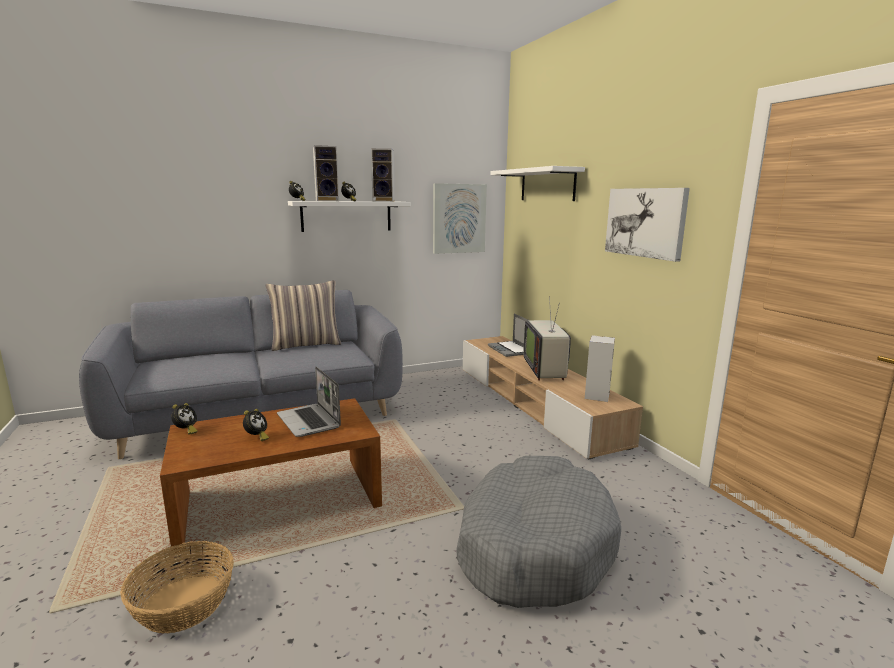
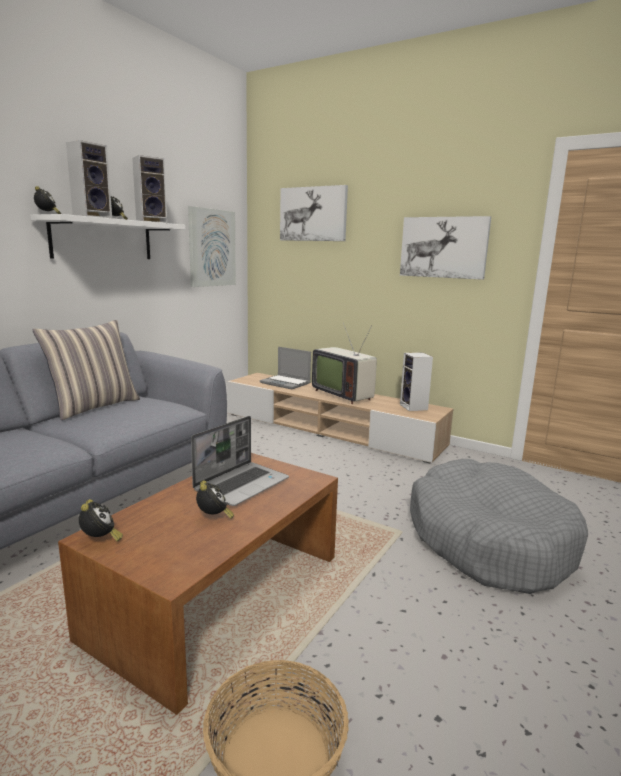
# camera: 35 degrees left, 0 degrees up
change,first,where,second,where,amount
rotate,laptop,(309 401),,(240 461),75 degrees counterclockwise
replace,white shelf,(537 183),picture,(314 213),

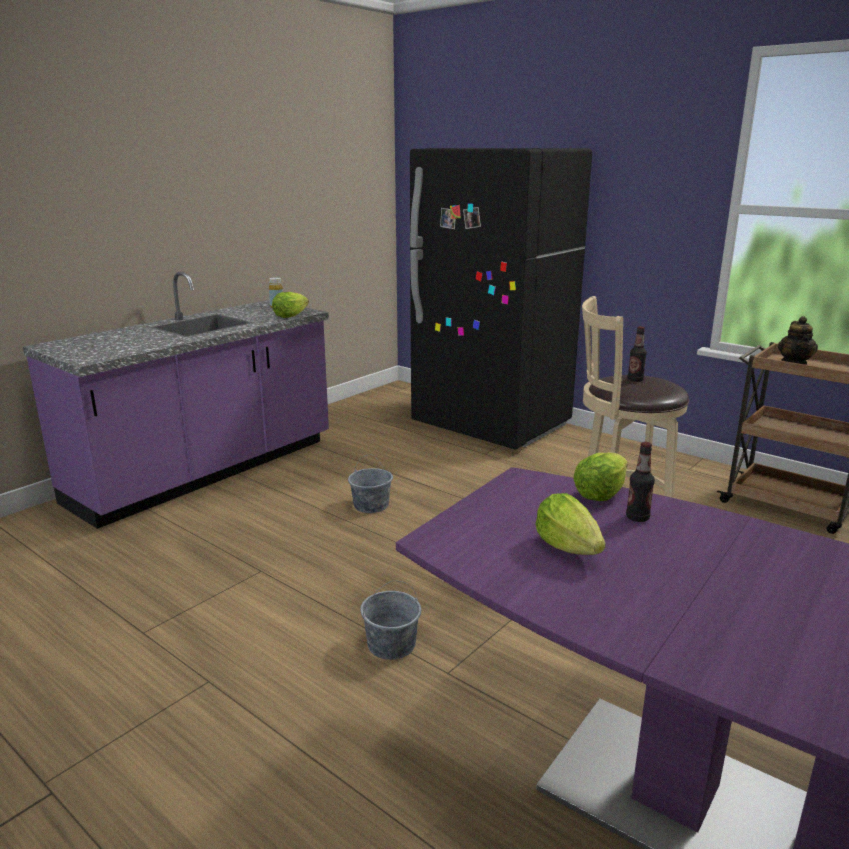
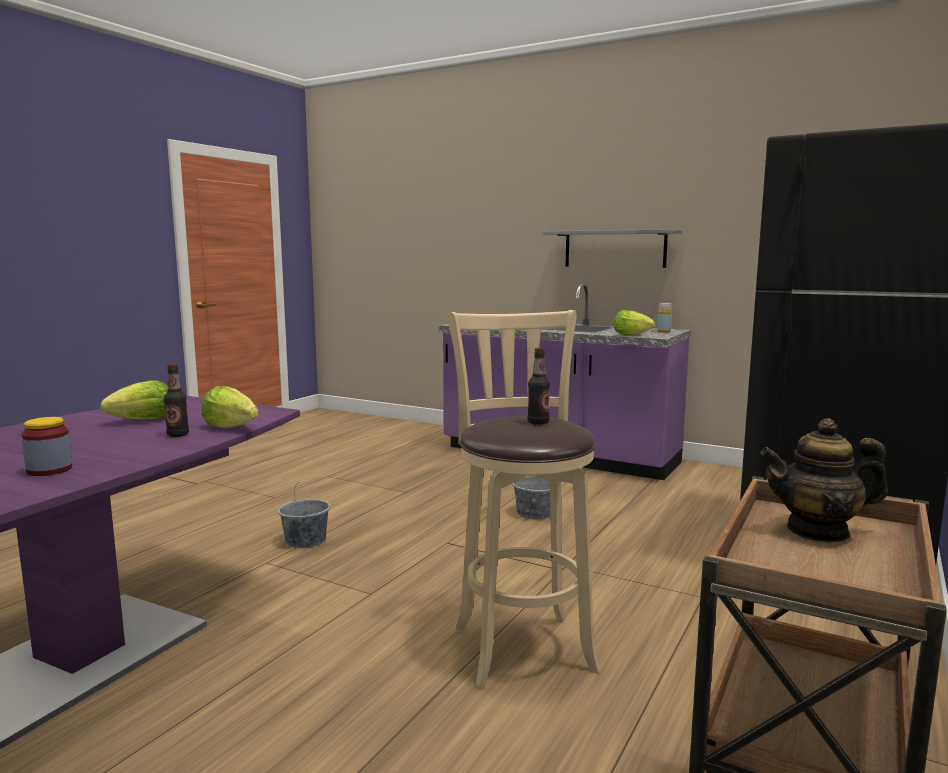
# camera: 80 degrees right, 10 degrees down
change,first,where,second,where,amount
insert,,,jar,(46 446),
insert,,,grey shelf,(612 248),

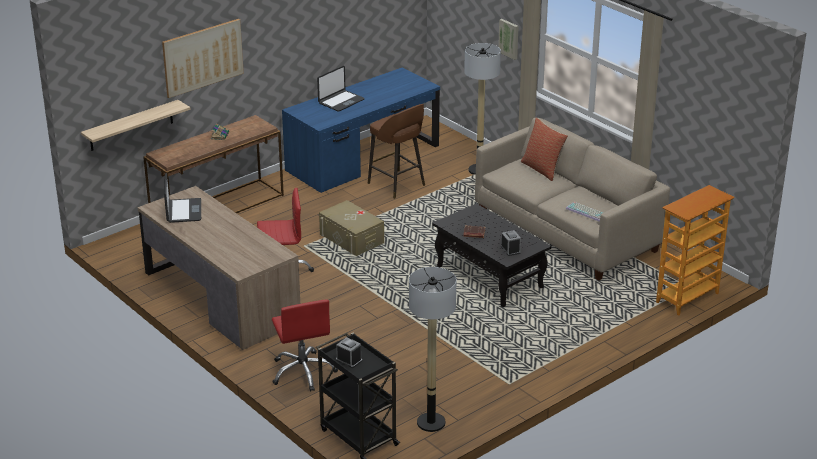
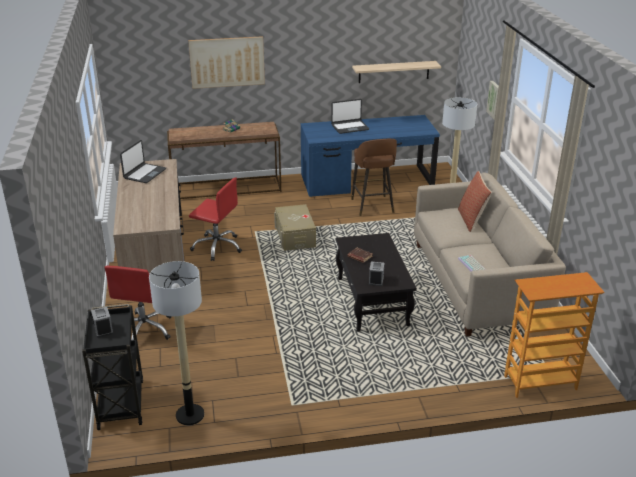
# camera: 30 degrees right, 0 degrees up
change,first,where,second,where,amount
move,shelf,(136 125),,(396 72),

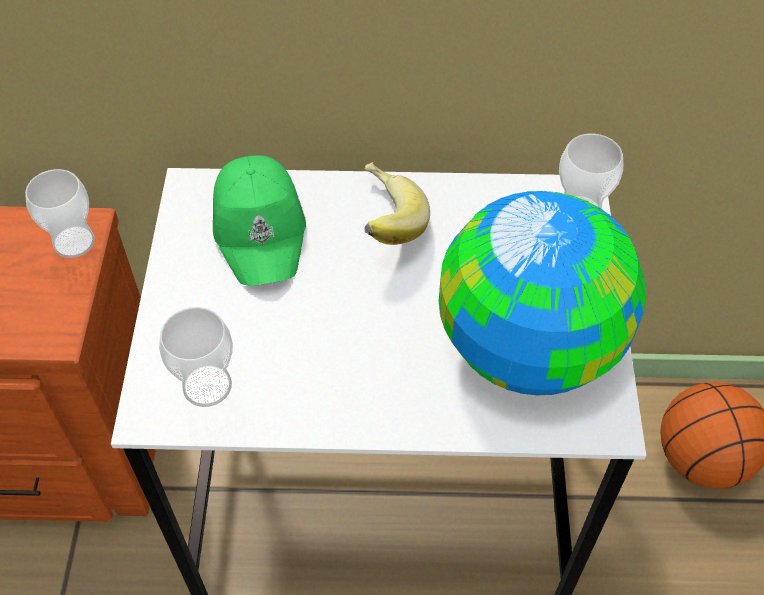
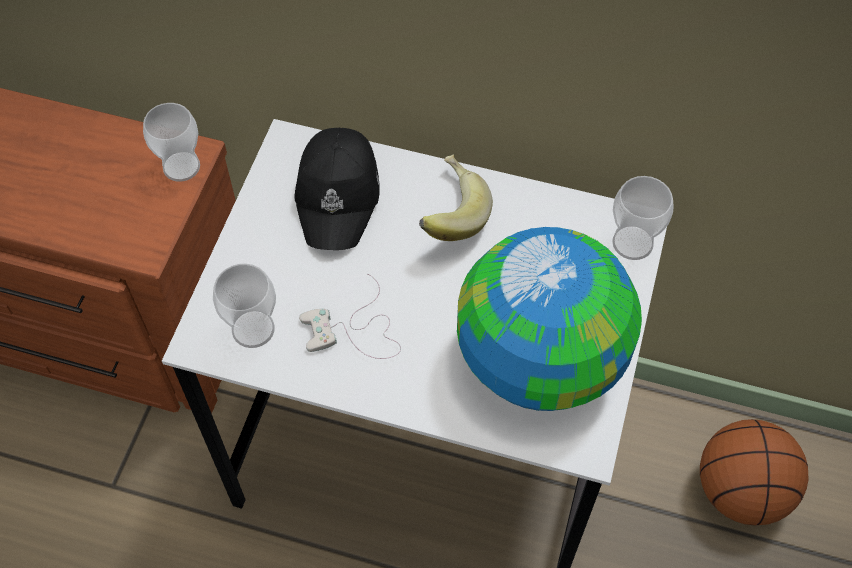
# camera: 15 degrees right, 5 degrees up
change,first,where,second,where,amount
recolor,green cap,(259 220),black cap,(337 189),
insert,,,white game controller,(350 316),

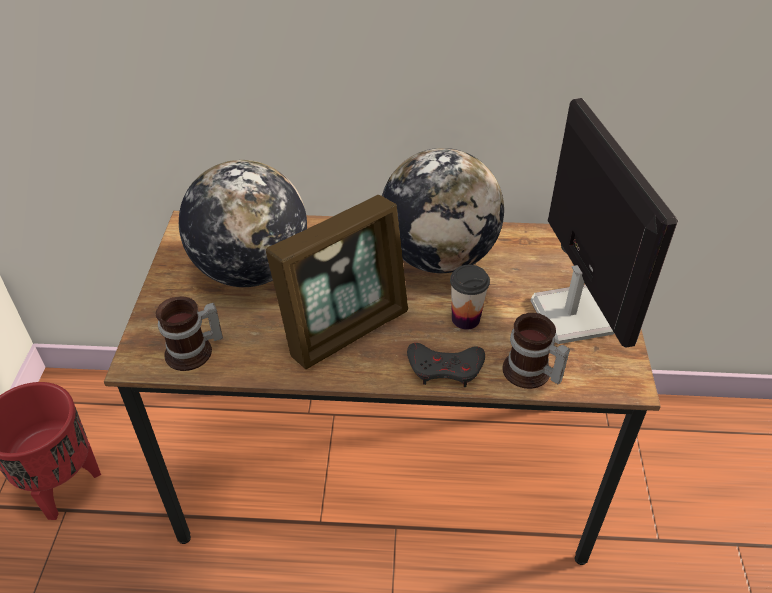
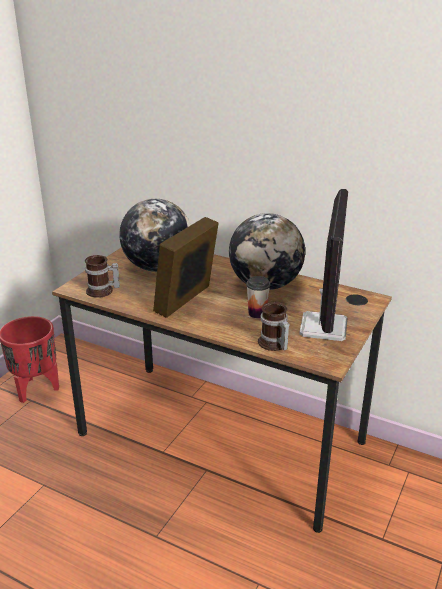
# camera: 25 degrees right, 15 degrees down
change,first,where,second,where,amount
rotate,picture frame,(337 282),,(186 267),135 degrees clockwise
delete,grey game controller,(446 365),,,

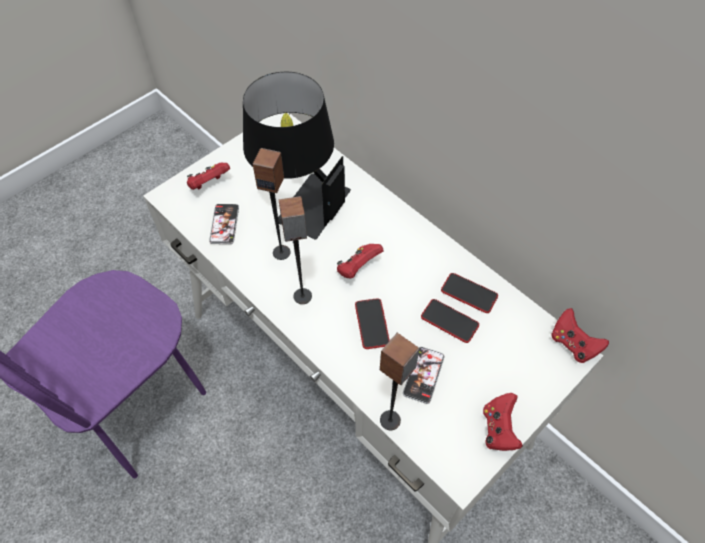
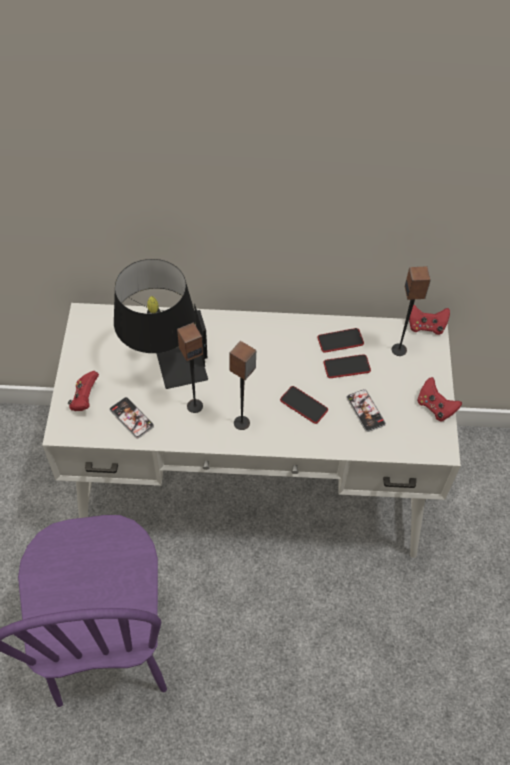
# camera: 45 degrees left, 0 degrees up
change,first,where,second,where,amount
move,speaker,(400 381),,(411 311),
delete,red game controller,(360 261),,,

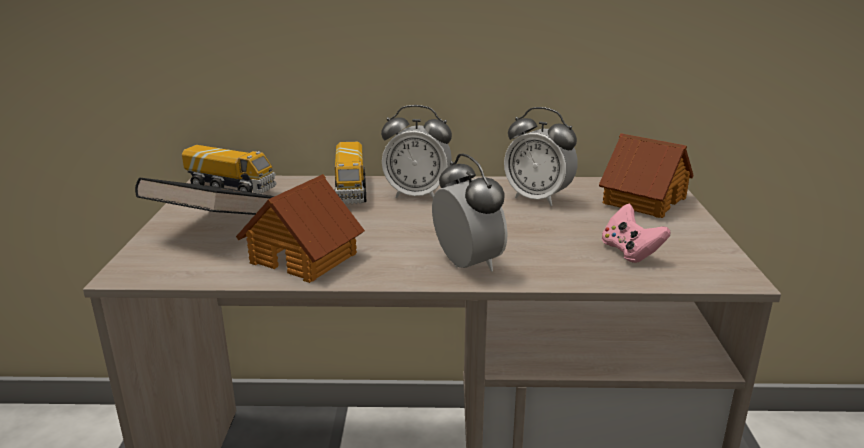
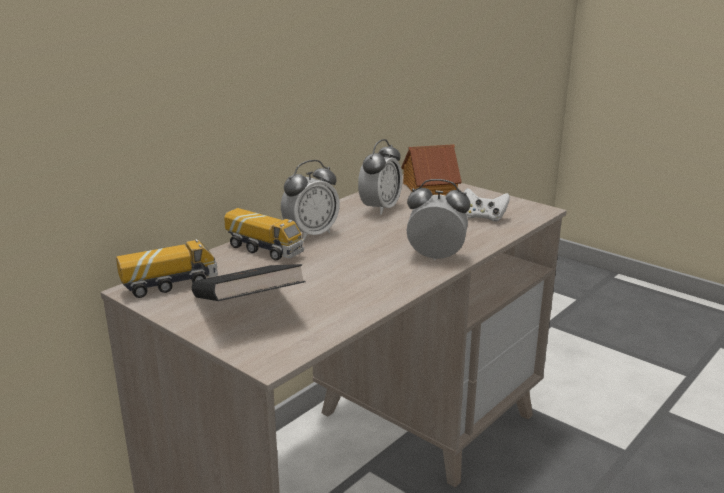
# camera: 50 degrees left, 0 degrees up
change,first,where,second,where,amount
rotate,alarm clock,(541 156),,(380 177),45 degrees counterclockwise
recolor,pink game controller,(636 233),white game controller,(487 205),
delete,toy house,(300 228),,,

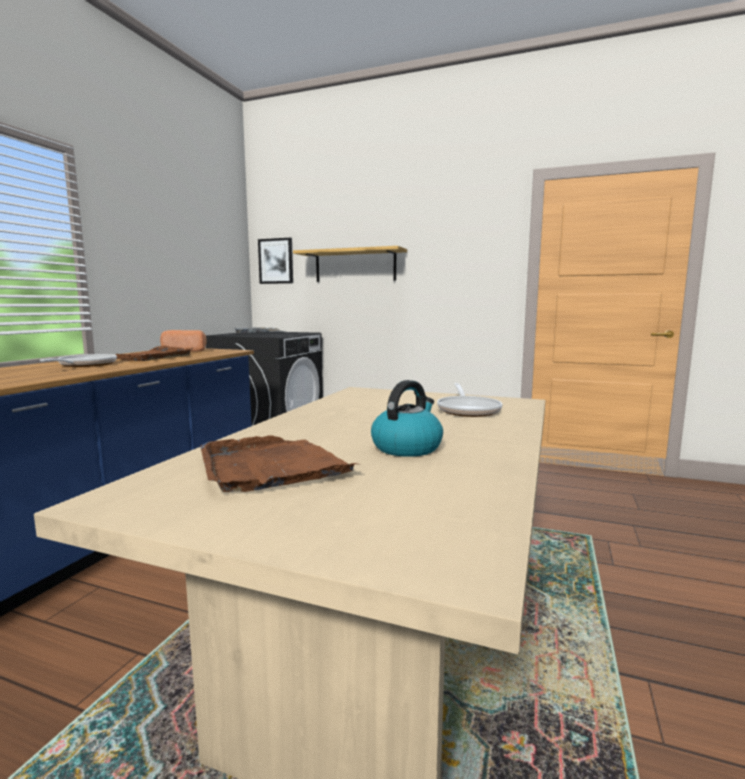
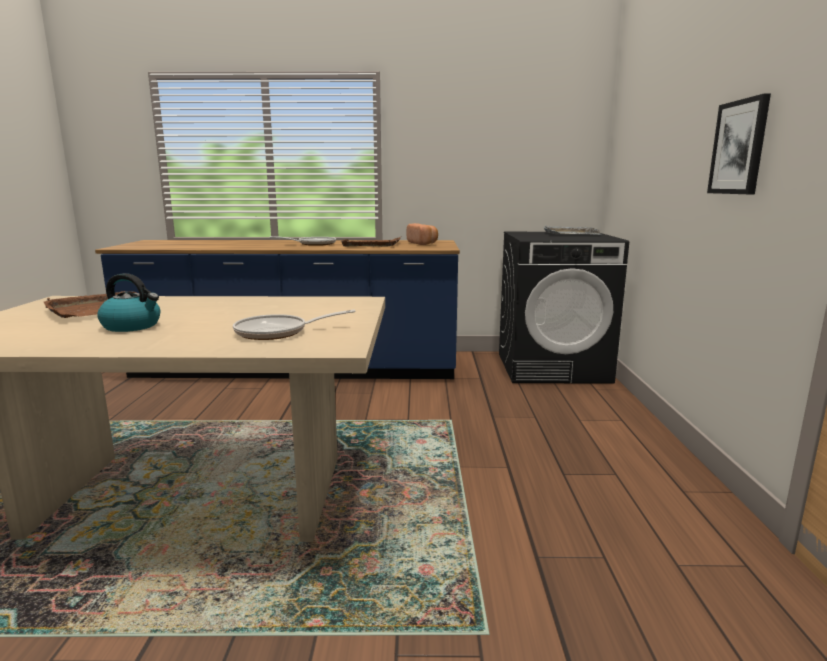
# camera: 70 degrees right, 5 degrees up
change,first,where,second,where,amount
move,picture,(275 261),,(739 144),
delete,shelf,(350 264),,,

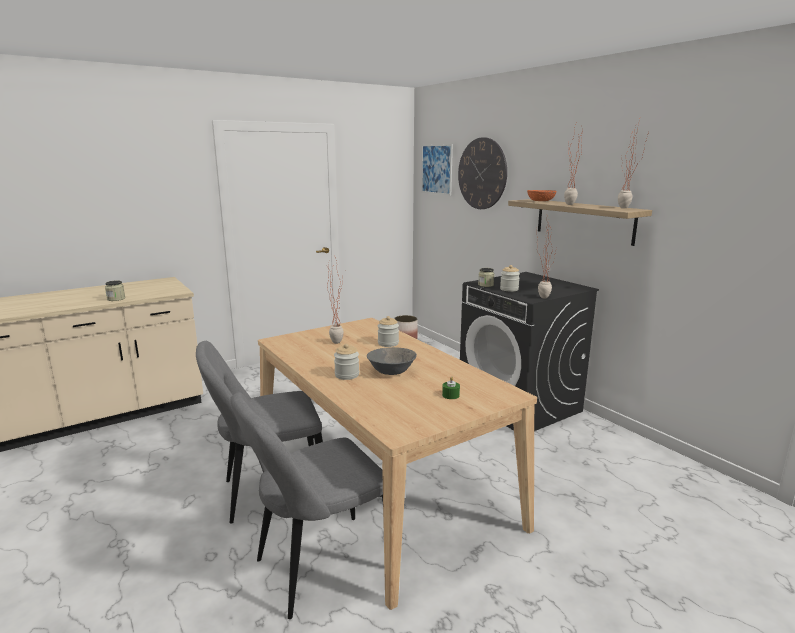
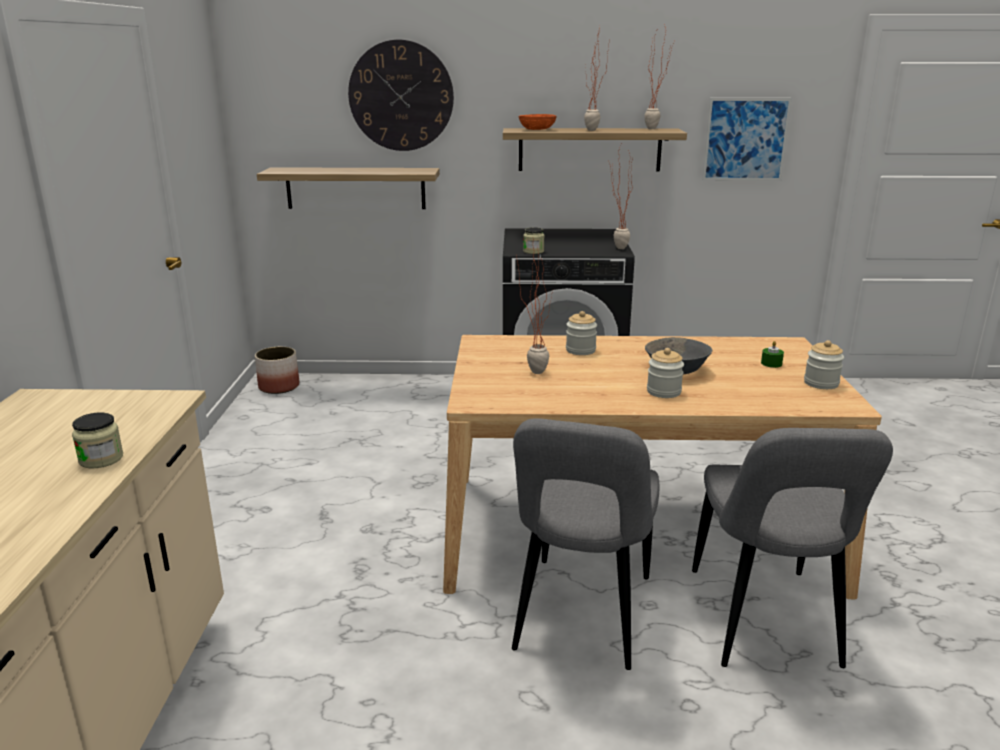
# camera: 55 degrees left, 5 degrees up
change,first,where,second,where,amount
insert,,,shelf,(348 188),
move,picture,(437 170),,(747 139),
move,jar,(510 278),,(824 364),

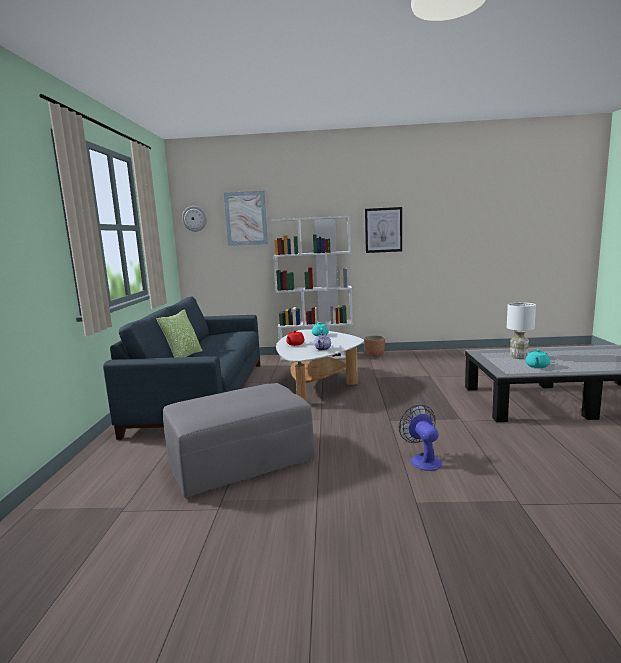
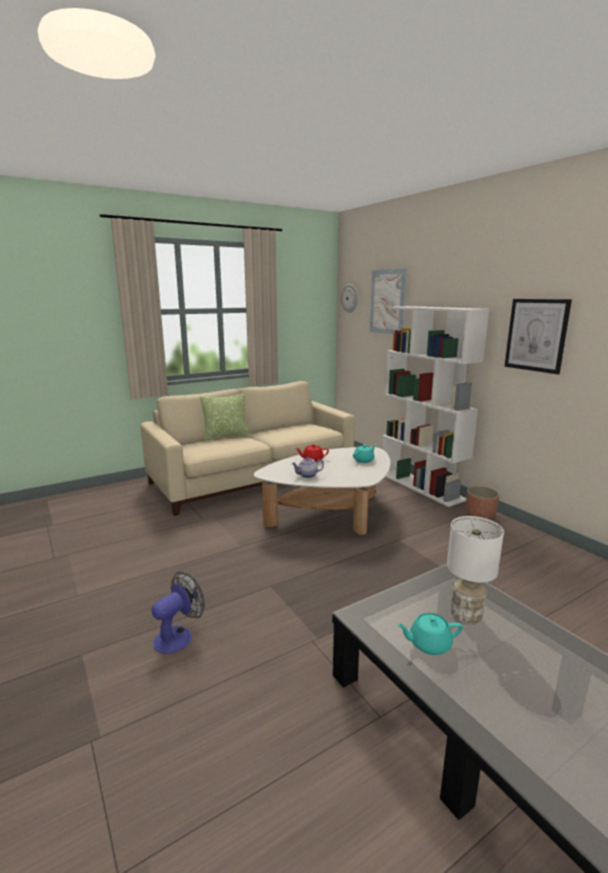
# camera: 55 degrees right, 5 degrees up
change,first,where,second,where,amount
recolor,blue sofa,(182 368),beige sofa,(247 448),
delete,grey ottoman,(239 440),,,

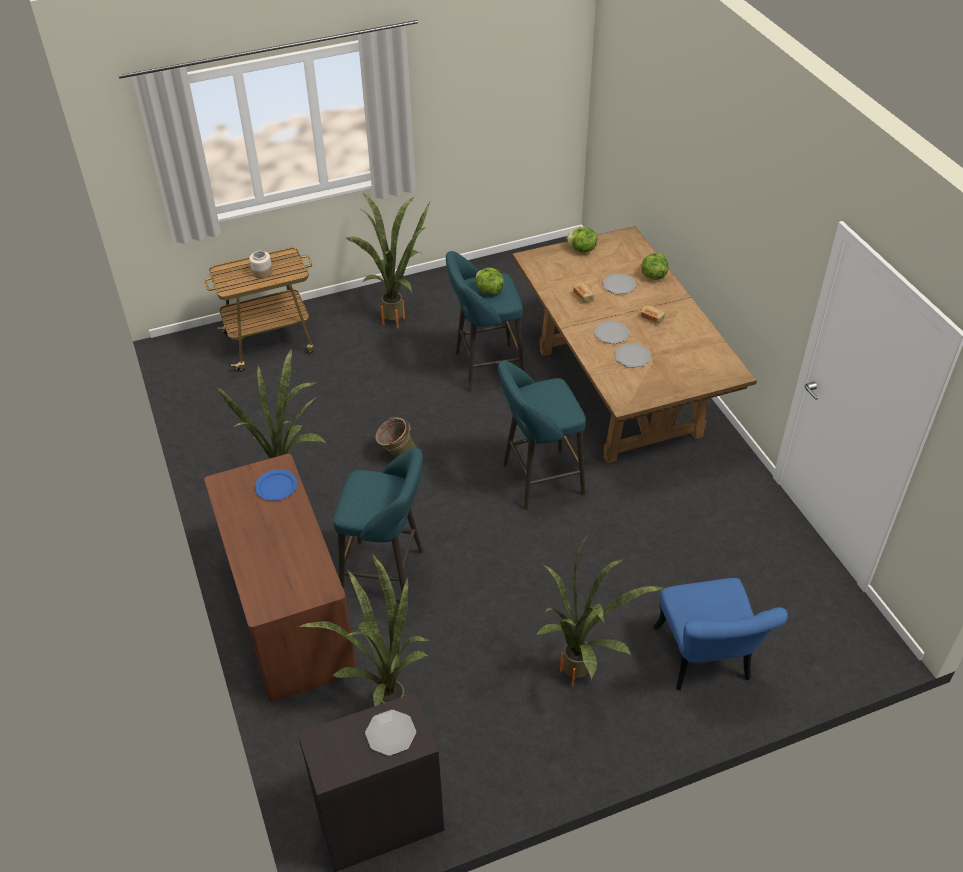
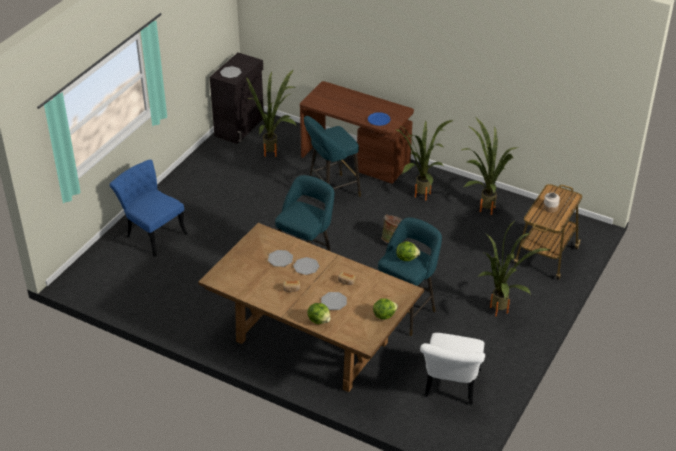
# camera: 140 degrees right, 5 degrees down
change,first,where,second,where,amount
insert,,,white chair,(452 369),
move,potted plant,(599 610),,(490 166),

